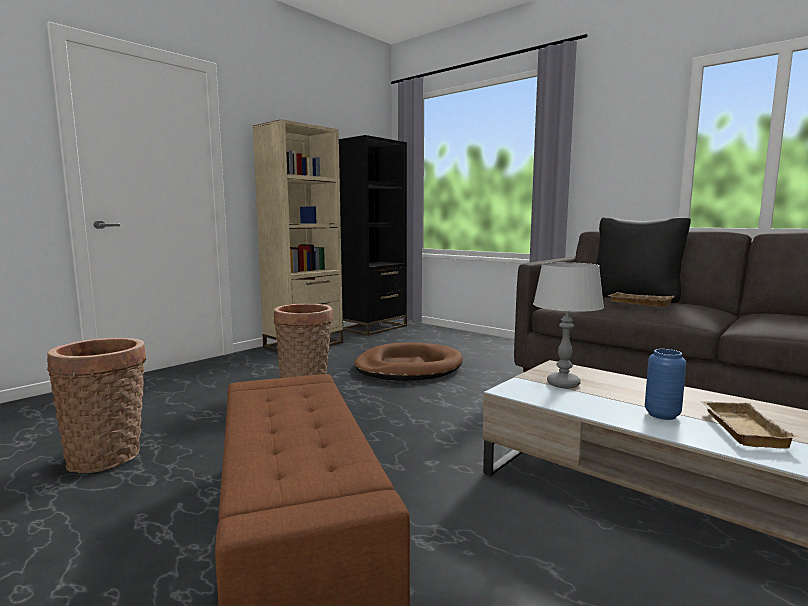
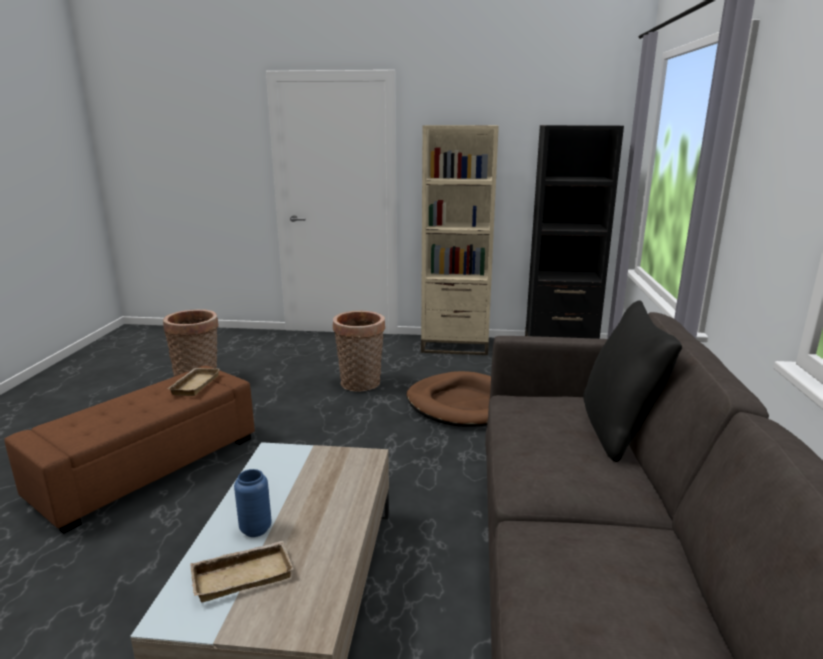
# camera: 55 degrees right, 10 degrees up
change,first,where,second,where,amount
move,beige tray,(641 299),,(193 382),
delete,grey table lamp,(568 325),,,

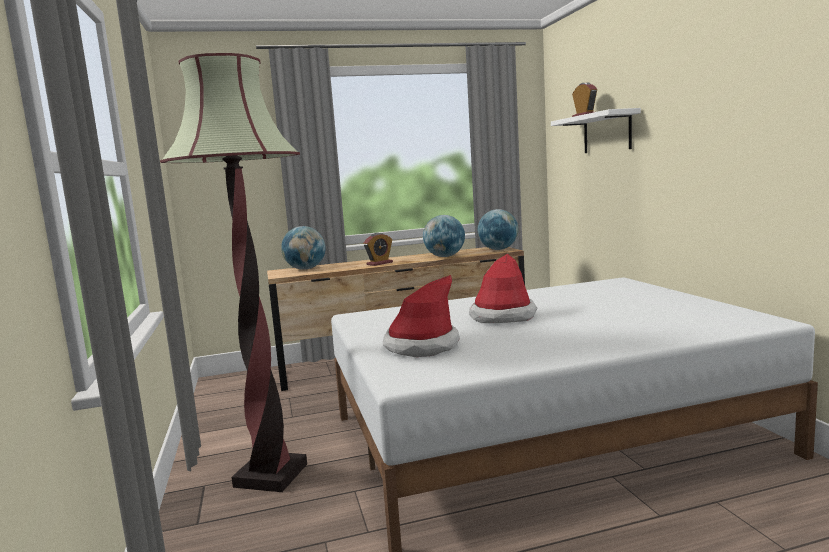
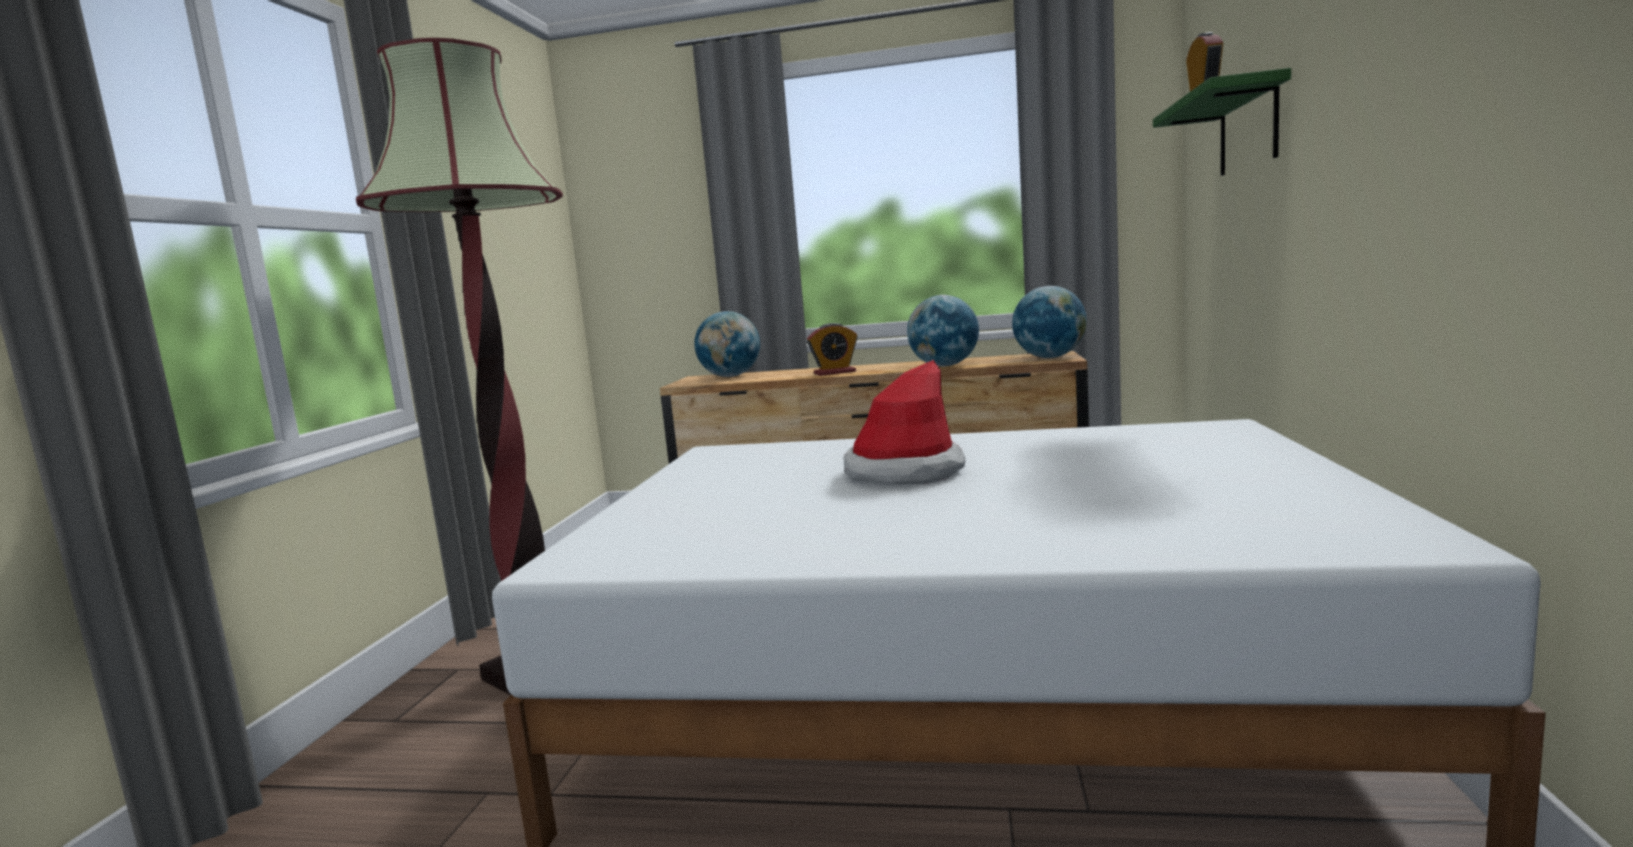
# camera: 25 degrees right, 0 degrees up
change,first,where,second,where,amount
recolor,white shelf,(596 130),green shelf,(1222 122),
delete,hat,(421 316),,,

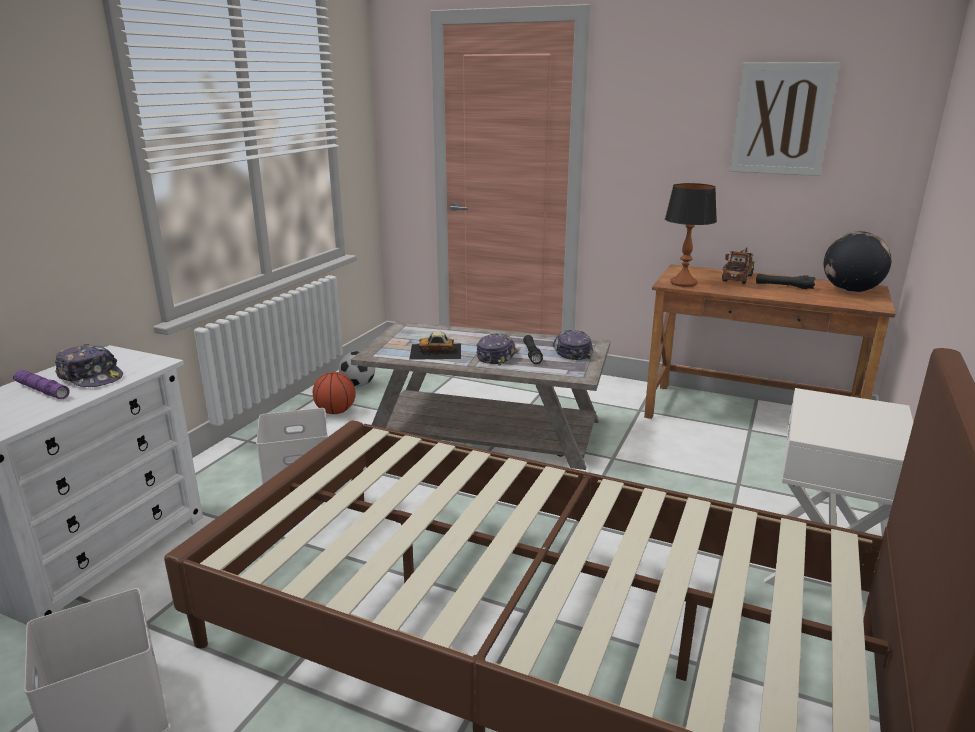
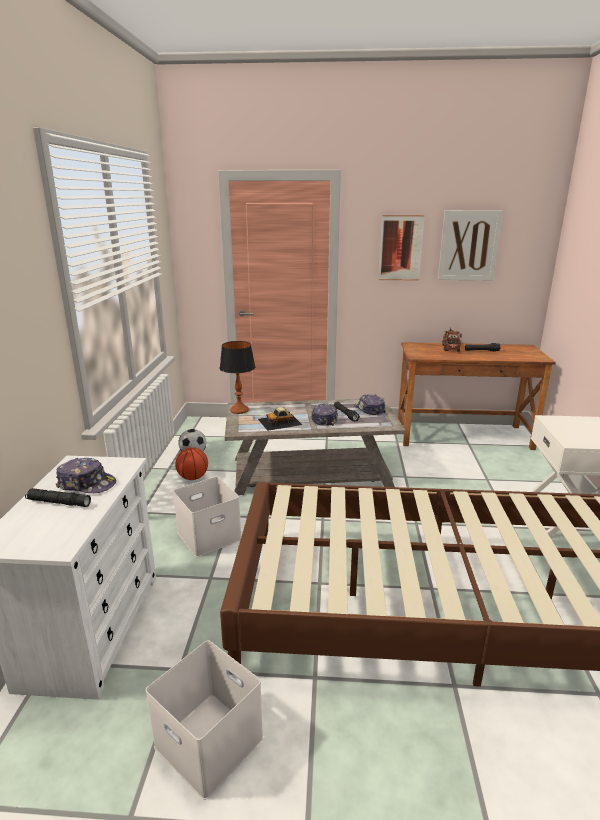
# camera: 20 degrees left, 0 degrees up
change,first,where,second,where,amount
recolor,purple flashlight,(41 384),black flashlight,(58 497),
move,table lamp,(691 235),,(237 377),
insert,,,picture,(402 248),
delete,globe,(858 261),,,

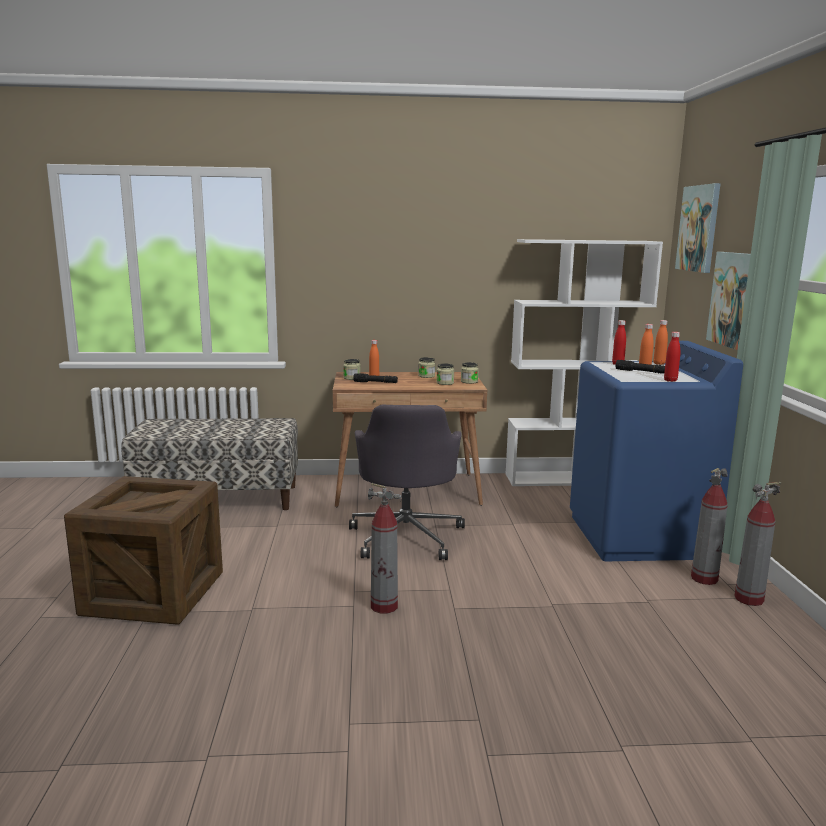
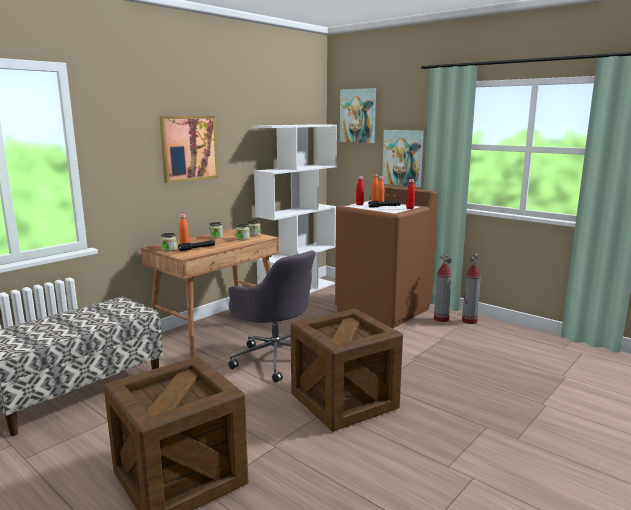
# camera: 45 degrees left, 0 degrees up
change,first,where,second,where,amount
insert,,,picture,(189 149),
replace,fire extinguisher,(384 548),crate,(346 370),
recolor,blue washing machine,(656 451),brown washing machine,(386 257),

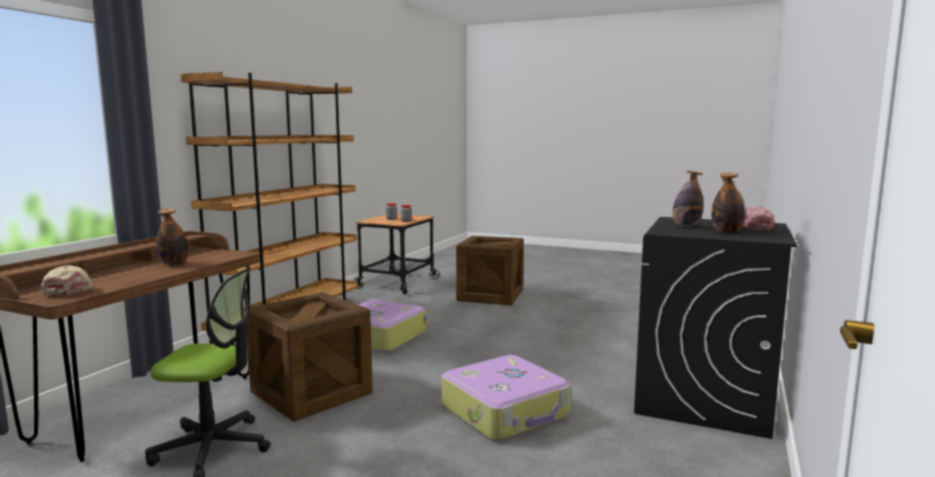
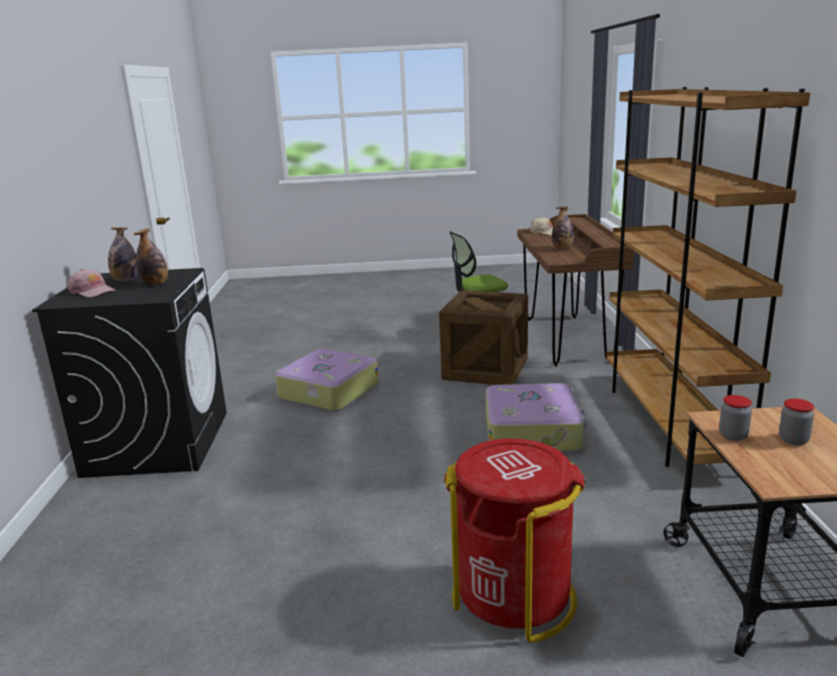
# camera: 155 degrees right, 10 degrees up
change,first,where,second,where,amount
replace,crate,(490 270),red trash can,(514 541),

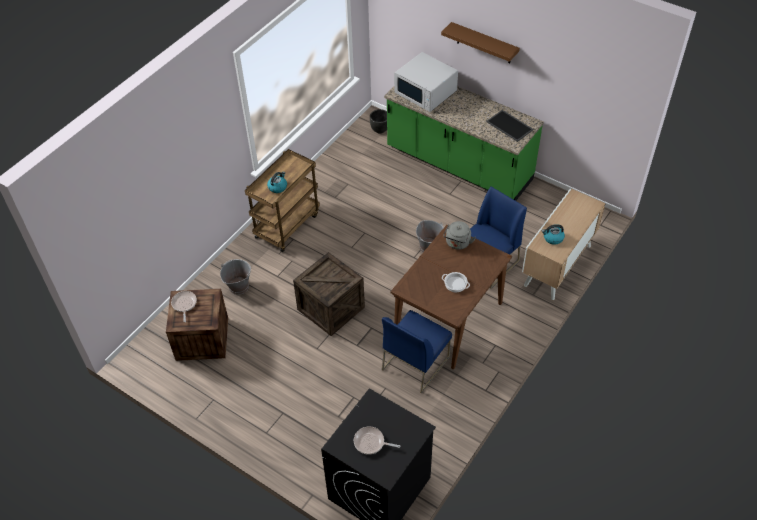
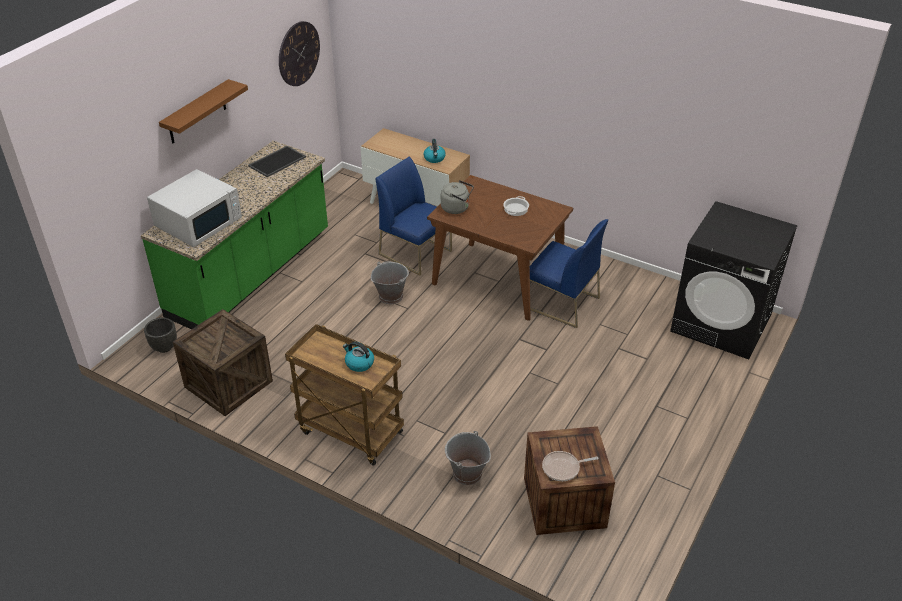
# camera: 95 degrees left, 10 degrees down
change,first,where,second,where,amount
move,crate,(329 294),,(223 362),
insert,,,wall clock,(299 53),
delete,frying pan,(377 440),,,

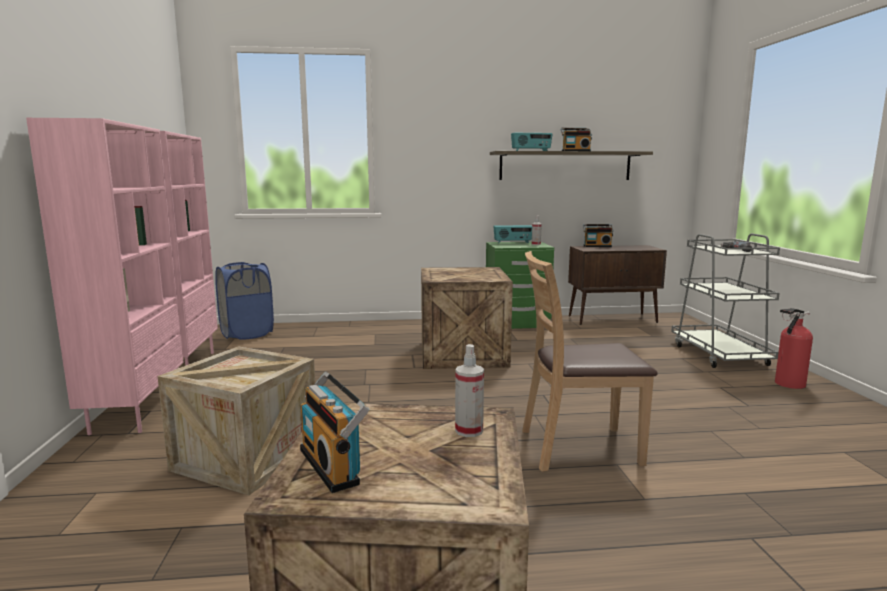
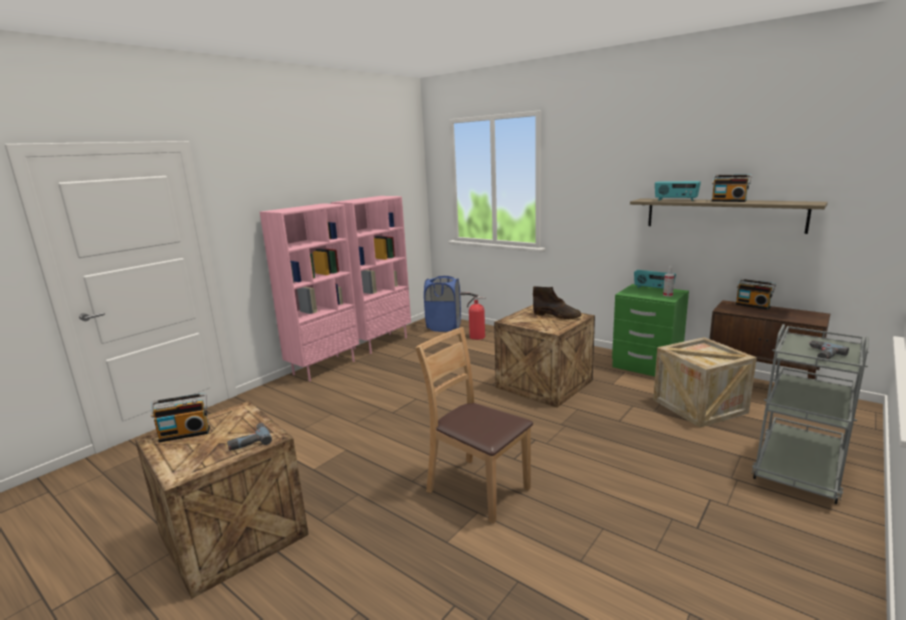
# camera: 45 degrees right, 5 degrees up
change,first,where,second,where,amount
rotate,radio,(334 432),,(180 417),120 degrees counterclockwise
replace,spray bottle,(469 390),power drill,(249 437),
move,fire extinguisher,(794 348),,(473 316),
insert,,,brown boot,(557 302),
move,crate,(236 421),,(705 382),

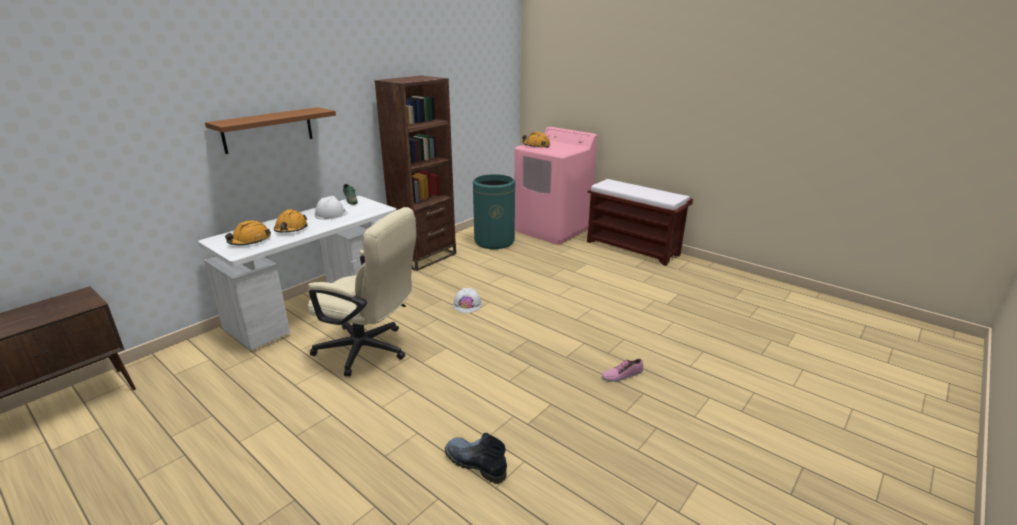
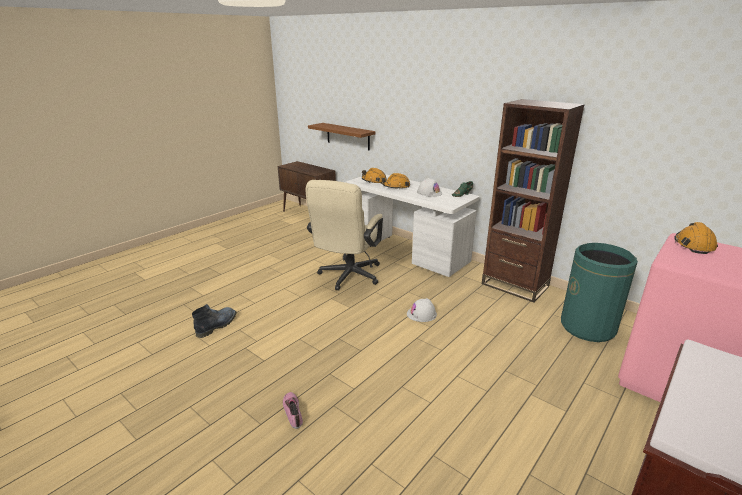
# camera: 90 degrees right, 0 degrees up
change,first,where,second,where,amount
move,brown shelf,(270 130),,(342 137),

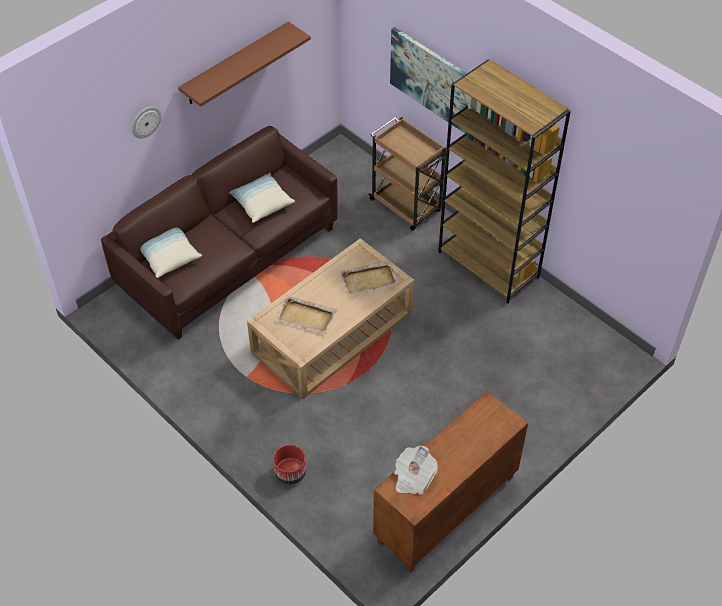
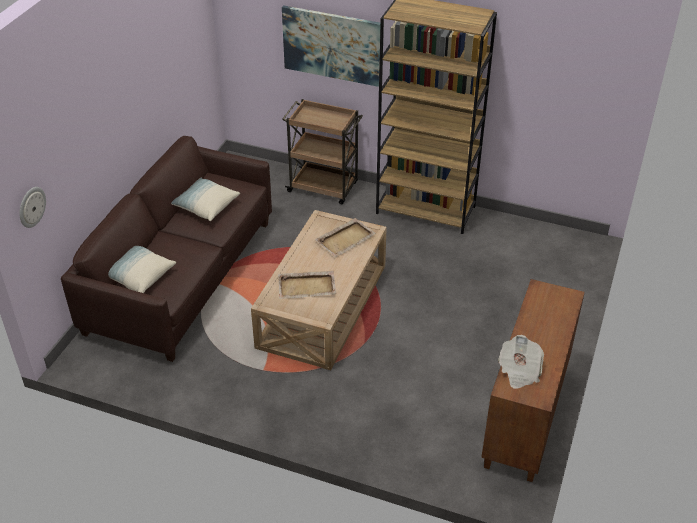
# camera: 25 degrees left, 10 degrees down
change,first,where,second,where,amount
move,wall clock,(147 122),,(33 207),
delete,brown shelf,(244 64),,,
delete,red planter,(289 465),,,

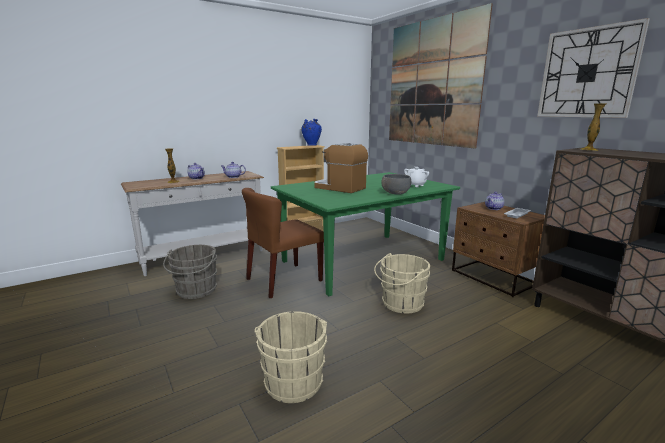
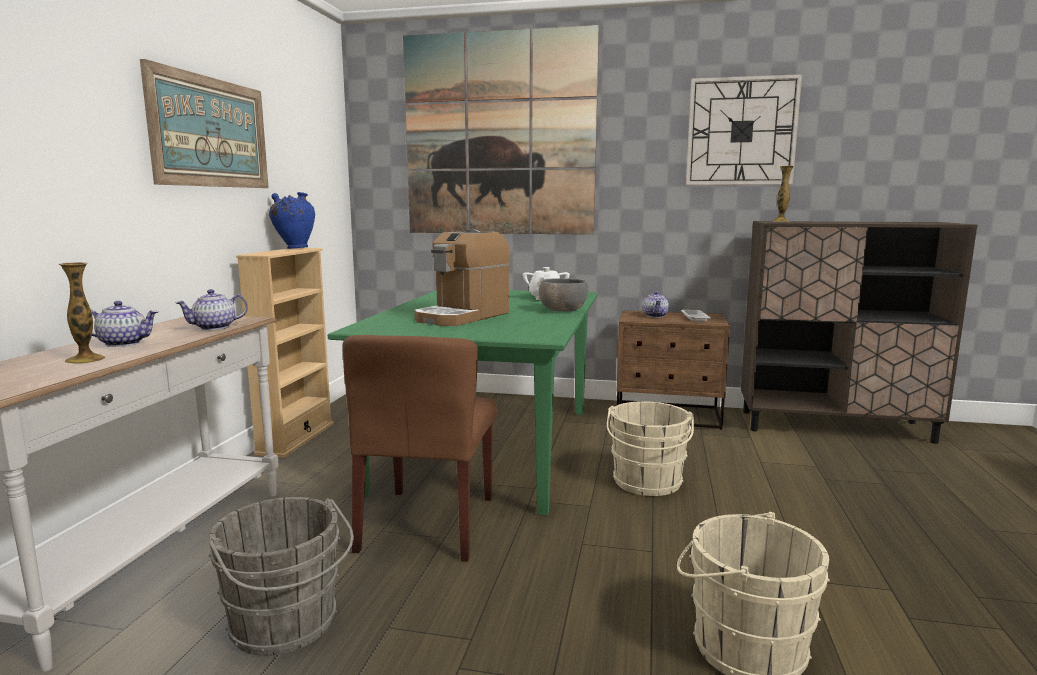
# camera: 45 degrees left, 5 degrees down
change,first,where,second,where,amount
insert,,,picture,(204 123),
rotate,coffee machine,(341 168),,(462 277),45 degrees counterclockwise

